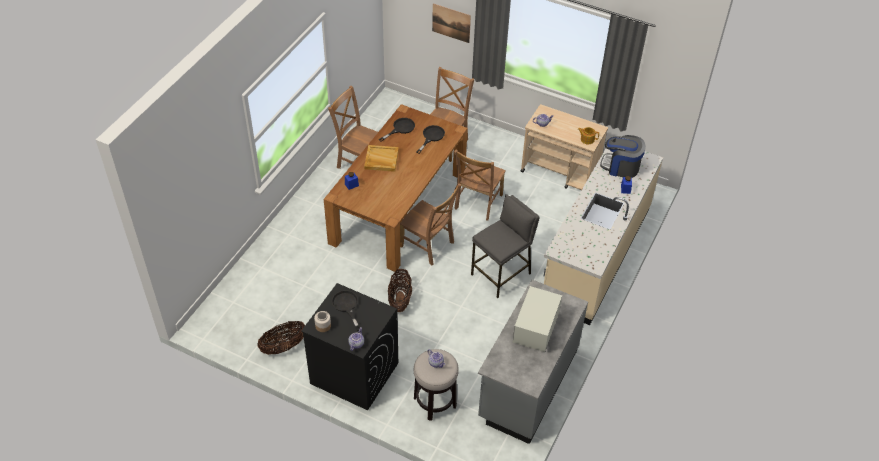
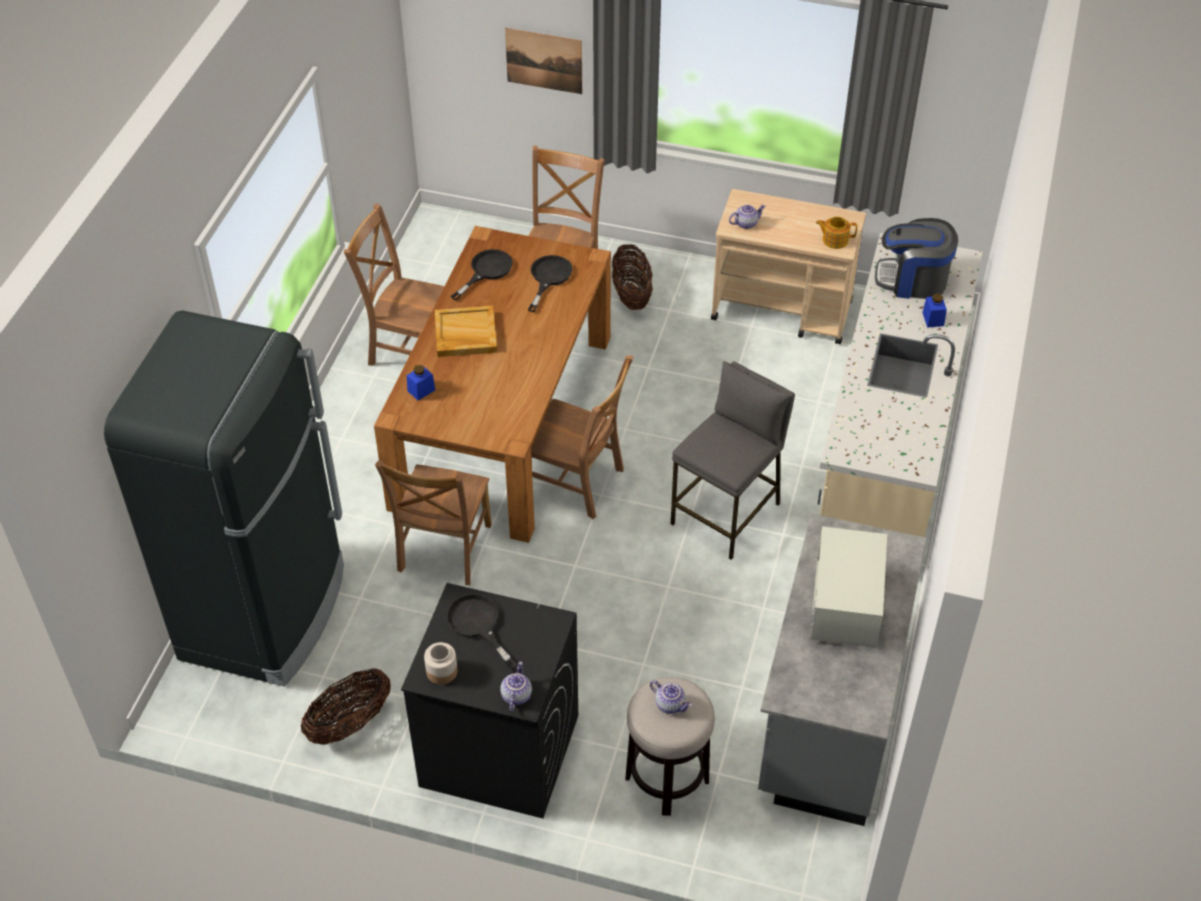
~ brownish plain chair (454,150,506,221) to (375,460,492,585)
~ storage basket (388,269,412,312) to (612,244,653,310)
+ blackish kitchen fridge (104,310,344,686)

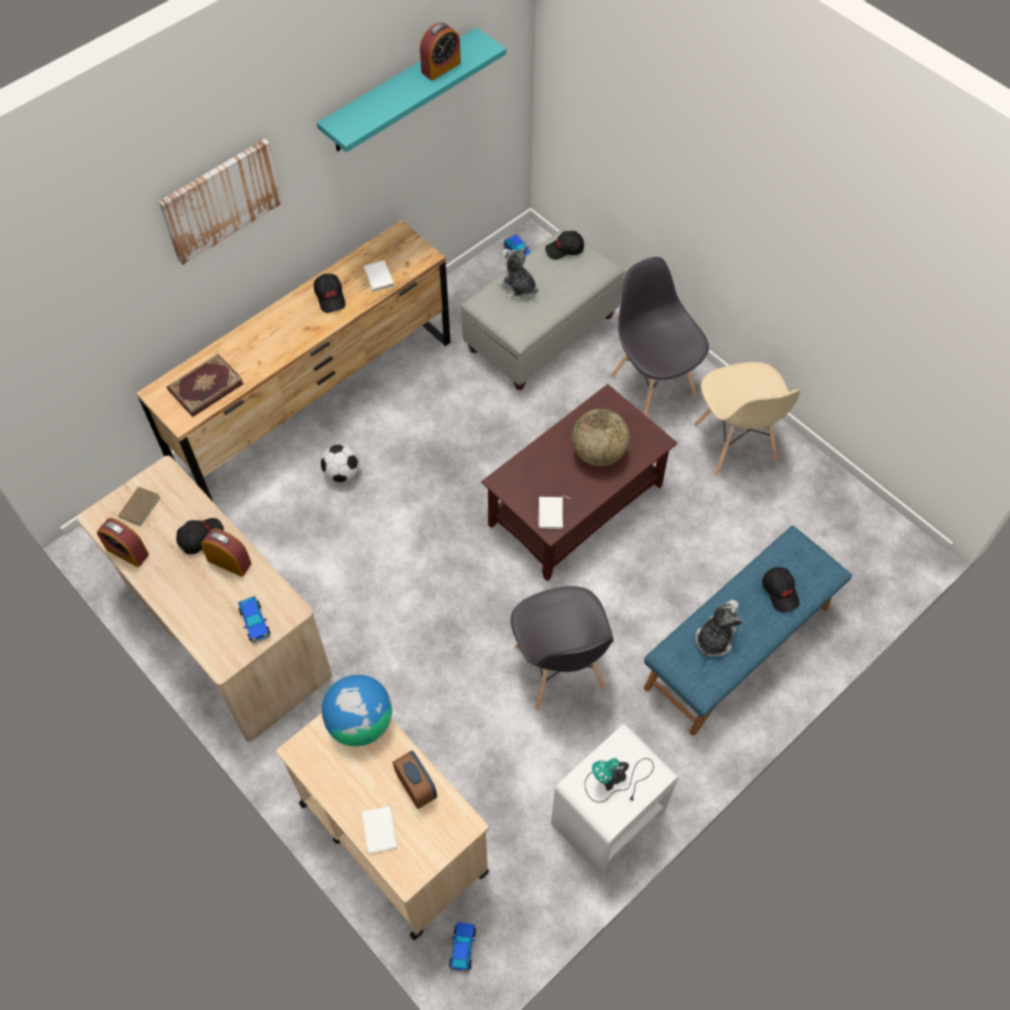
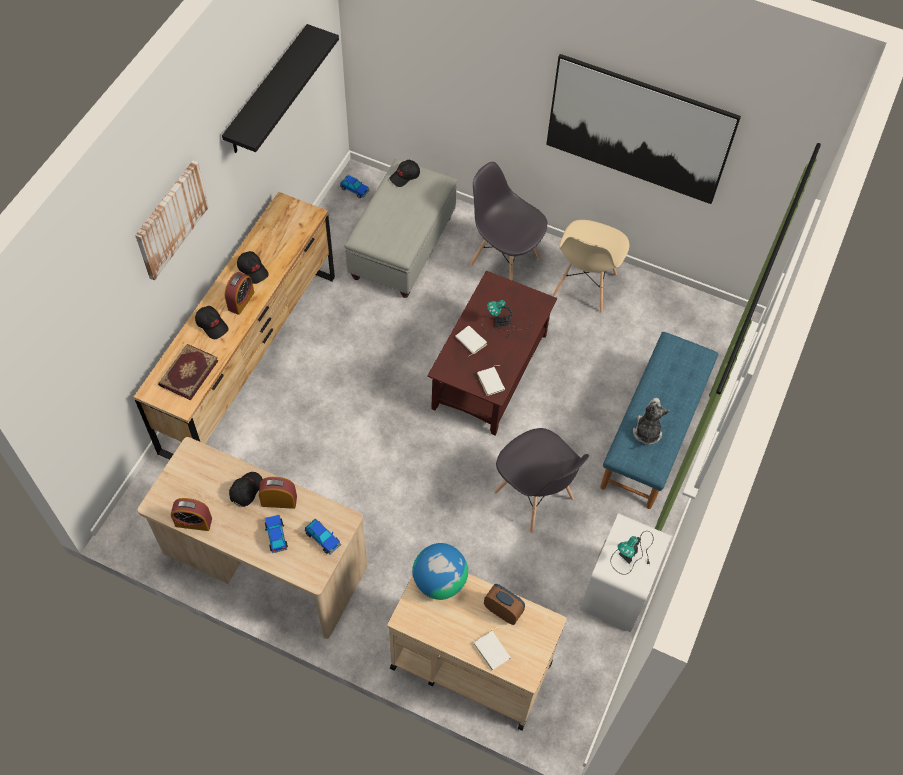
~ alarm clock (420,22,461,81) to (225,272,254,315)
~ blue-green wall shelf (317,27,506,152) to blackish wall shelf (222,24,339,153)
- soft toy (498,246,538,300)
~ whitish bound book (364,260,394,292) to (456,326,487,356)
~ beige plain chair (694,362,801,476) = (552,220,629,313) 60 degrees clockwise
~ desk globe (572,409,629,466) to table lamp (482,300,531,338)
- football (321,444,360,483)
- brownish bound book (112,487,160,526)
~ blackish peaked cap (762,567,800,612) to (195,306,228,339)
~ miniature car (449,921,476,972) to (265,515,288,553)
+ wall picture (546,54,741,204)

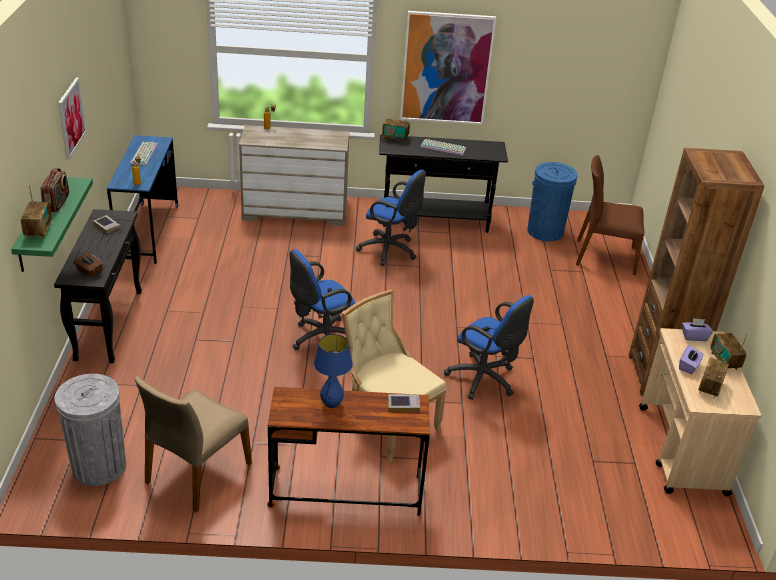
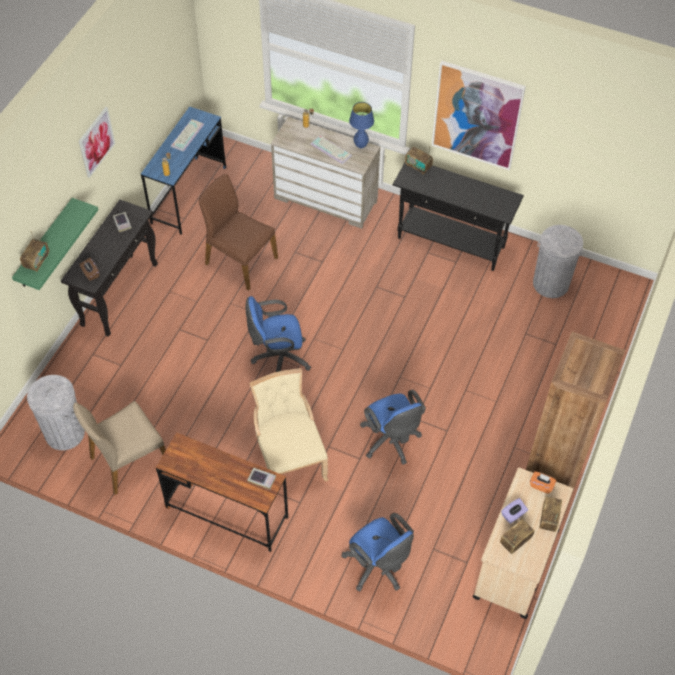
~ PC keyboard (421,139,466,155) to (311,135,352,164)
~ brownish plain chair (576,155,644,275) to (199,174,278,290)
~ blue rubbish bin (527,162,578,241) to greyish rubbish bin (533,225,583,298)
- radio (41,168,69,212)
~ blue desk chair (356,170,426,266) to (341,513,414,591)
~ purple-coloured tissue holder (682,318,713,341) to orange-coloured tissue holder (530,471,556,494)
~ blue table lamp (314,334,353,408) to (349,102,374,148)

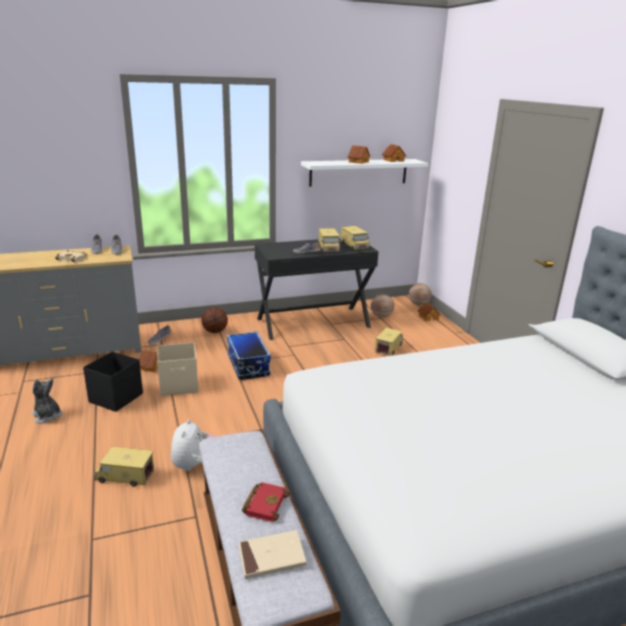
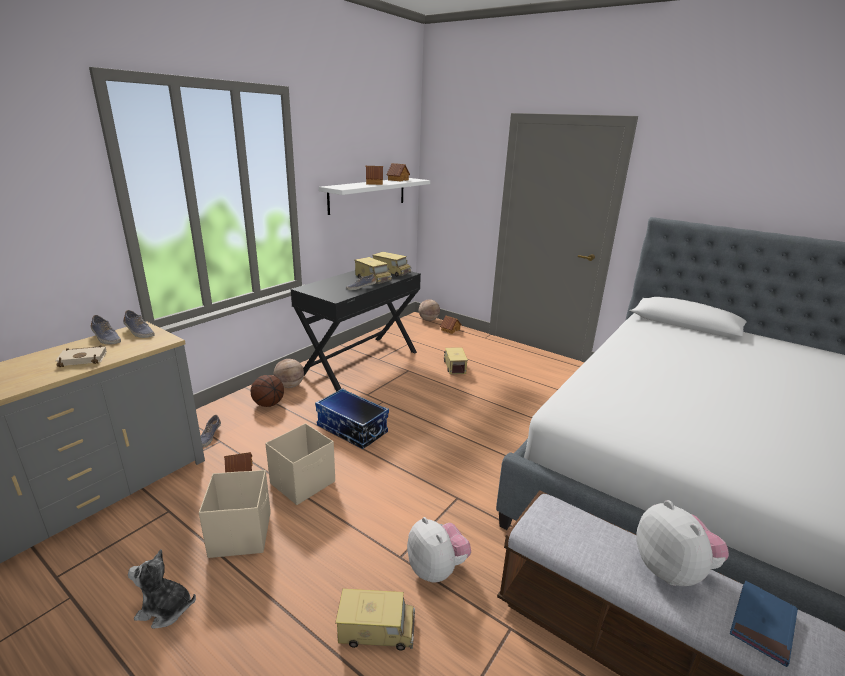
~ basketball ball (371,294,394,318) to (274,359,304,388)
~ blackish storage box (83,351,143,412) to beige storage box (199,470,271,558)
~ toy truck (93,447,154,487) = (335,589,415,651) 150 degrees counterclockwise
~ red-coloured bound book (242,482,290,522) to soft toy (636,500,729,586)
~ beige bound book (239,530,307,579) to blue bound book (730,581,798,667)

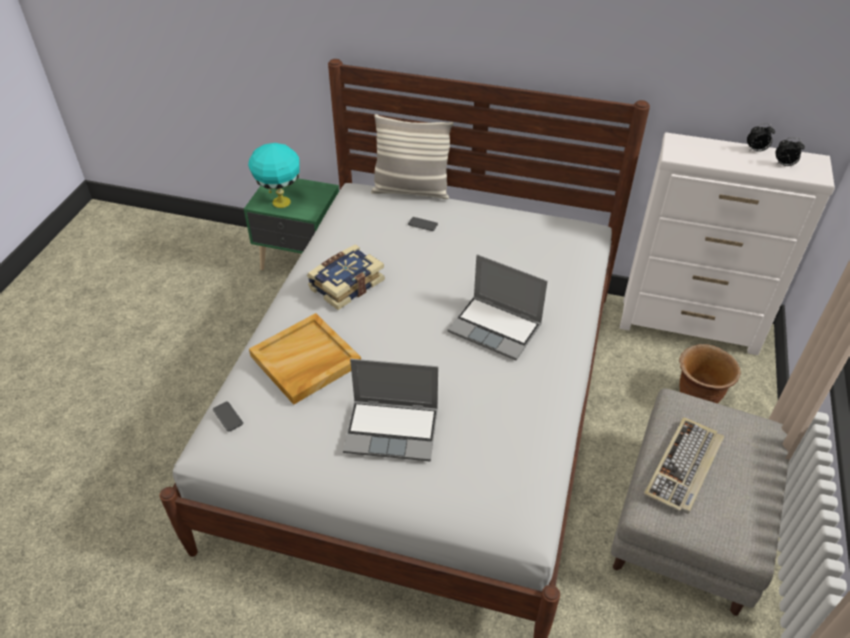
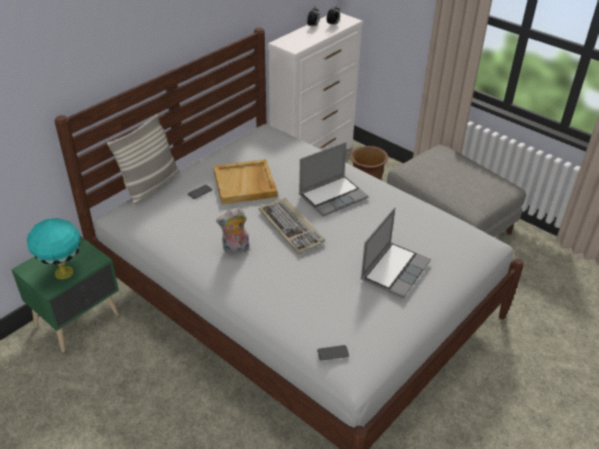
~ bound book (307,244,385,310) to soft toy (216,208,250,254)
~ beige tray (249,313,361,405) to (213,159,277,205)
~ PC keyboard (644,417,724,514) to (258,198,325,254)

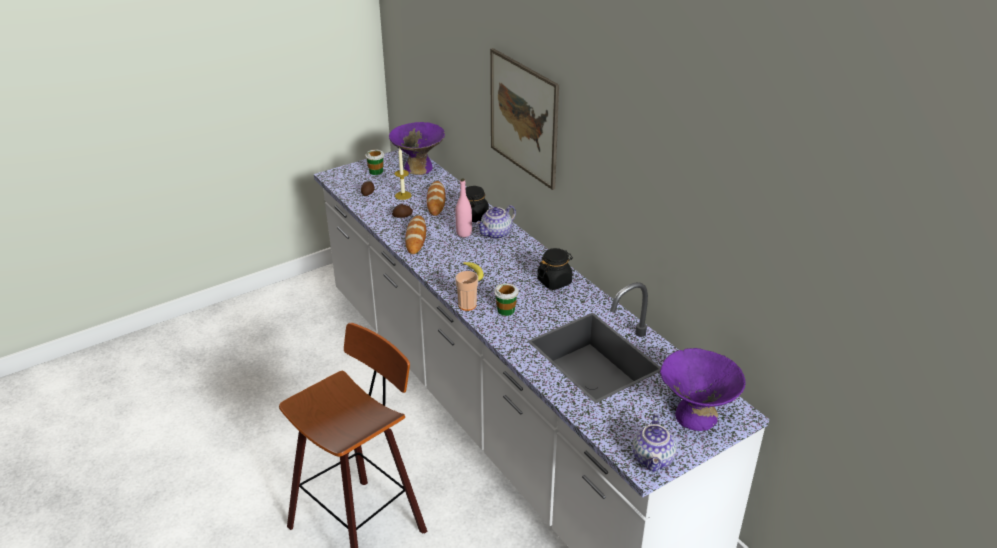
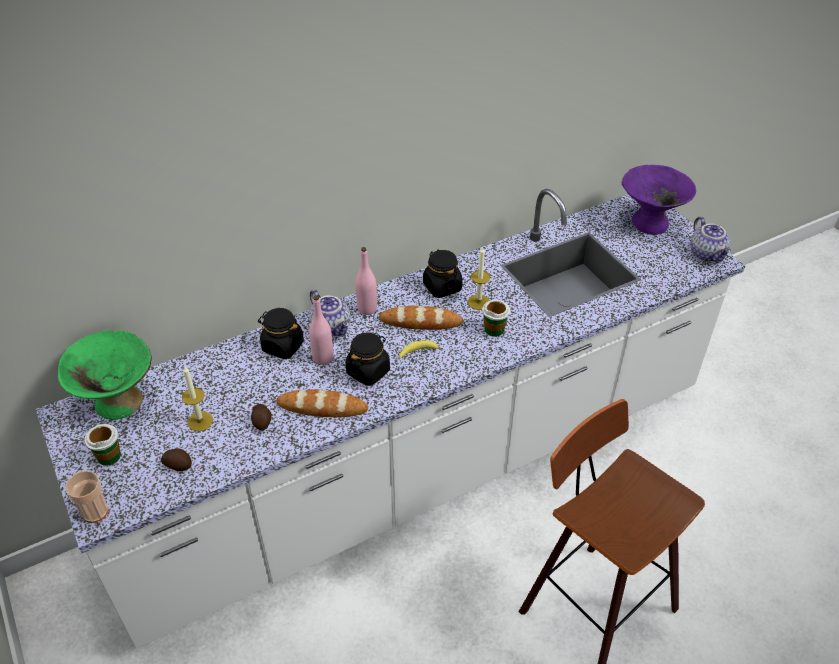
- wall picture (490,48,559,190)
~ purple-coloured deep dish (389,122,445,175) to green deep dish (58,330,152,420)
~ baked bread (427,181,446,216) to (379,306,464,330)
~ cup (455,271,478,311) to (65,471,108,523)
~ pot for tea (633,414,677,472) = (690,216,731,263) 60 degrees clockwise
+ wax candle (468,246,490,310)
+ pinkish drink bottle (355,247,377,315)
+ blackish jar (346,332,390,386)

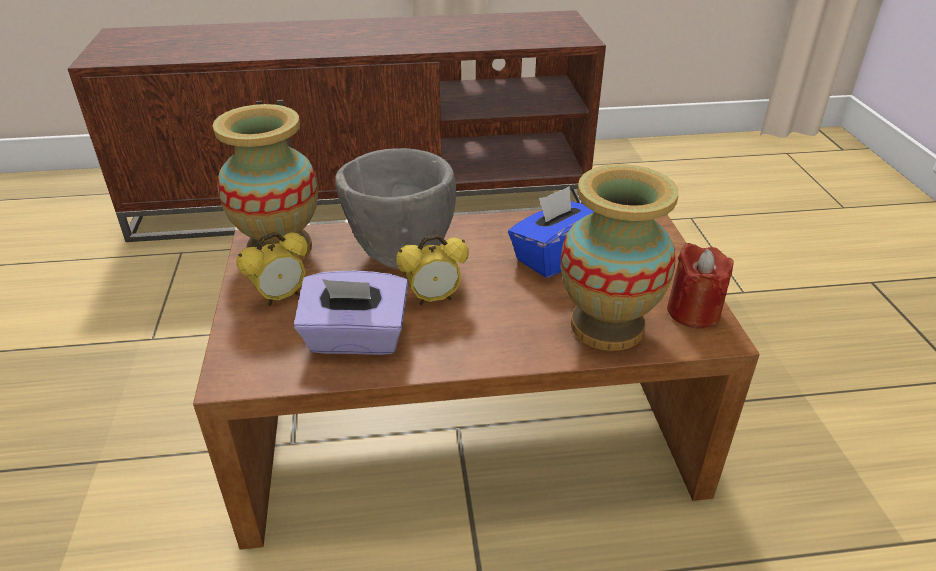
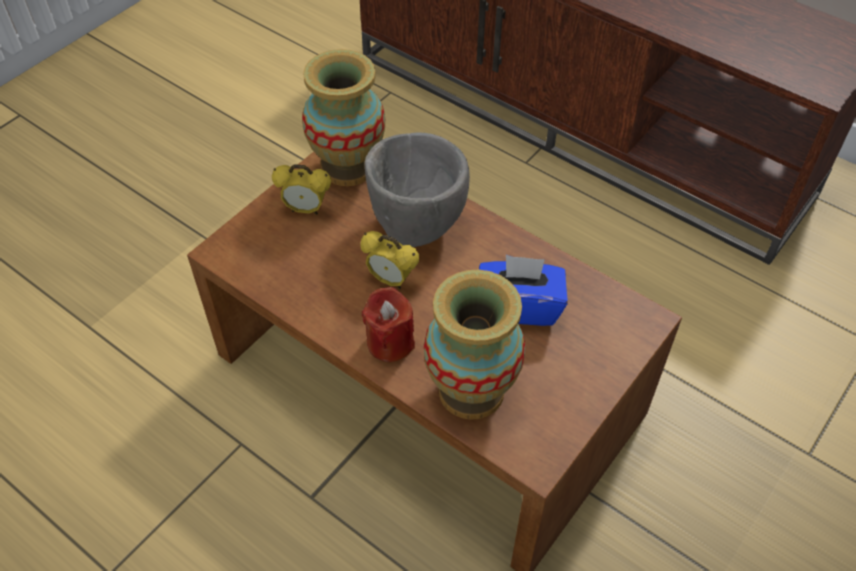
~ red-coloured wax candle (667,243,734,329) to (362,287,415,362)
- purple-coloured tissue holder (294,270,408,355)

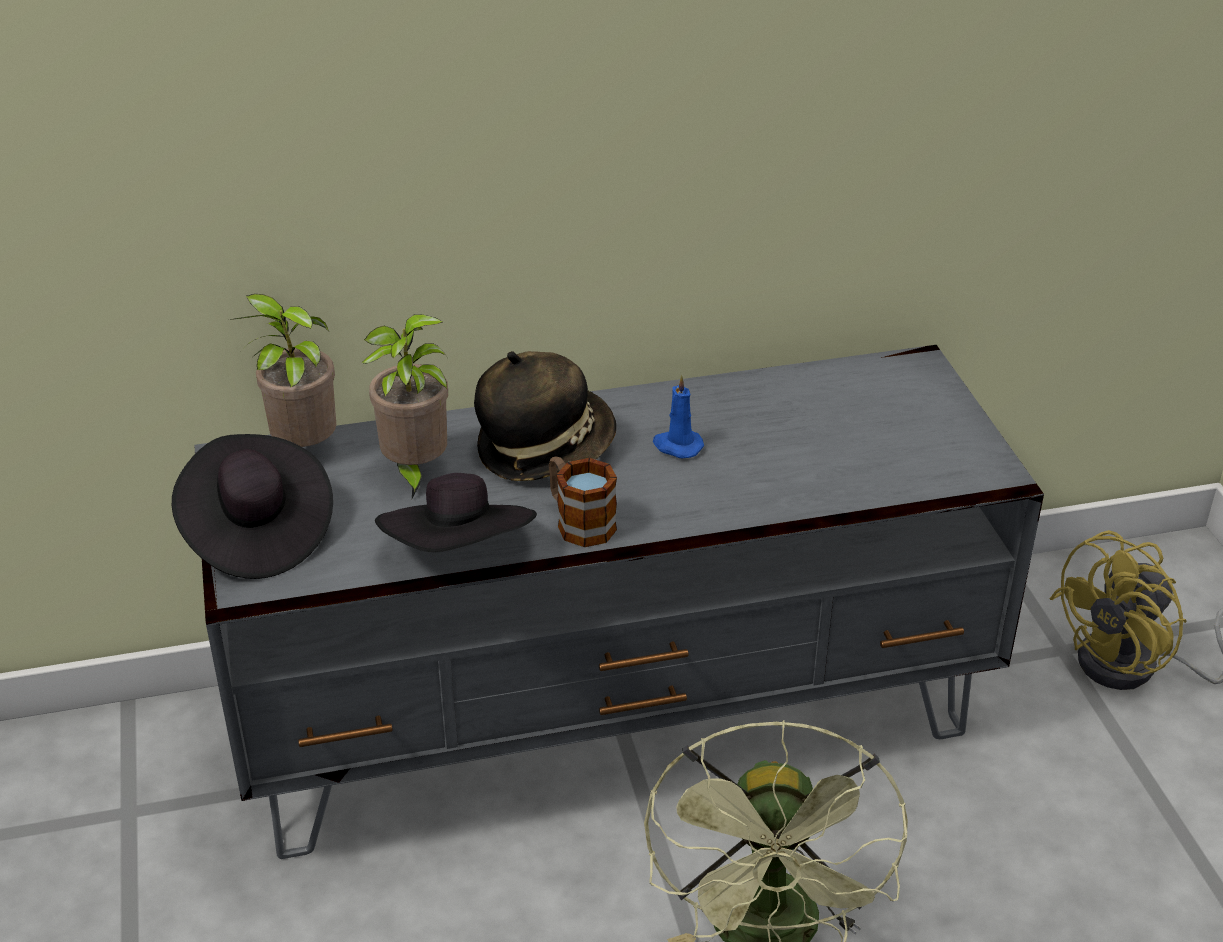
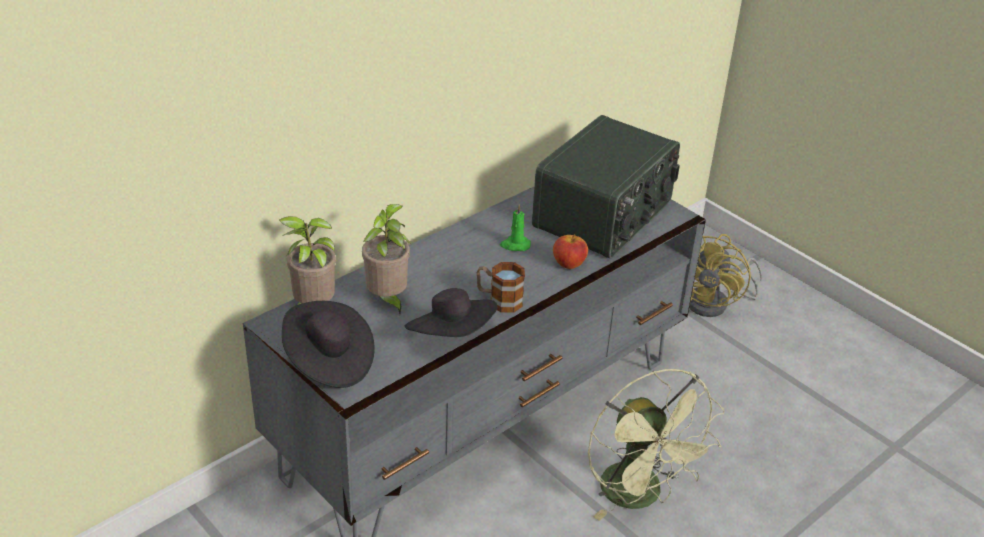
- wearable hat (474,351,616,481)
~ blue wax candle (653,375,704,458) to green wax candle (500,204,531,251)
+ radio (532,115,680,259)
+ apple (553,235,588,269)

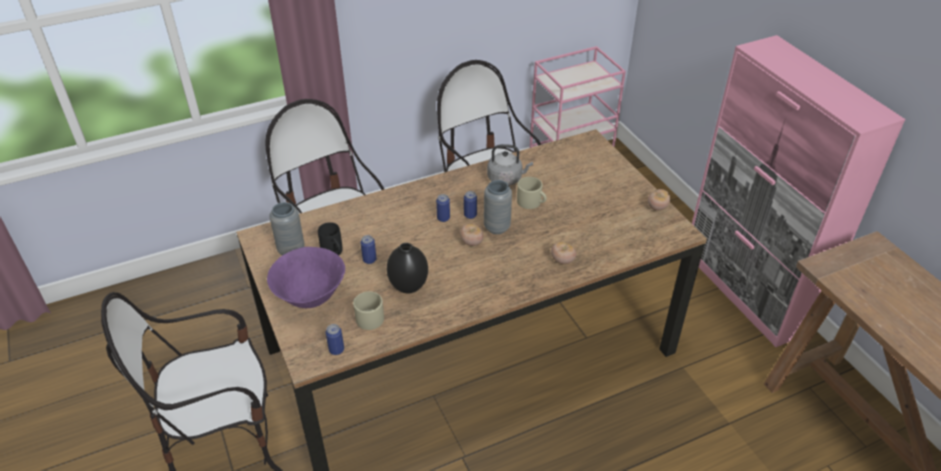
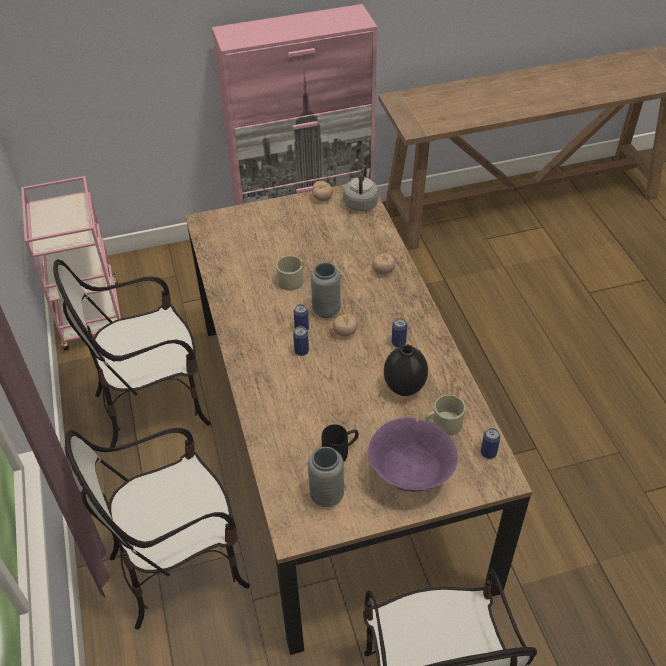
~ greyish water kettle (487,144,533,186) to (344,165,379,211)
~ sealed can (360,235,377,264) to (392,318,407,347)

